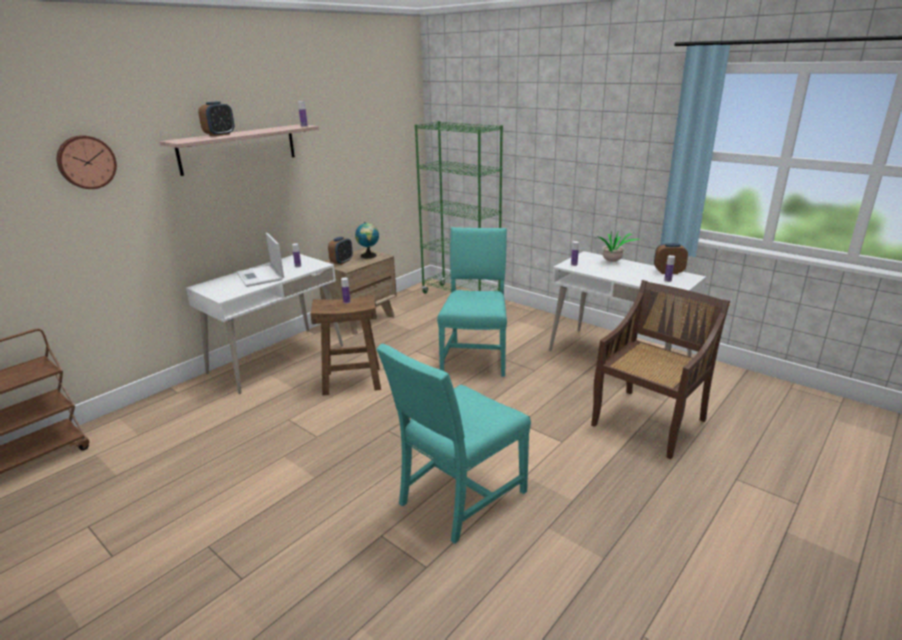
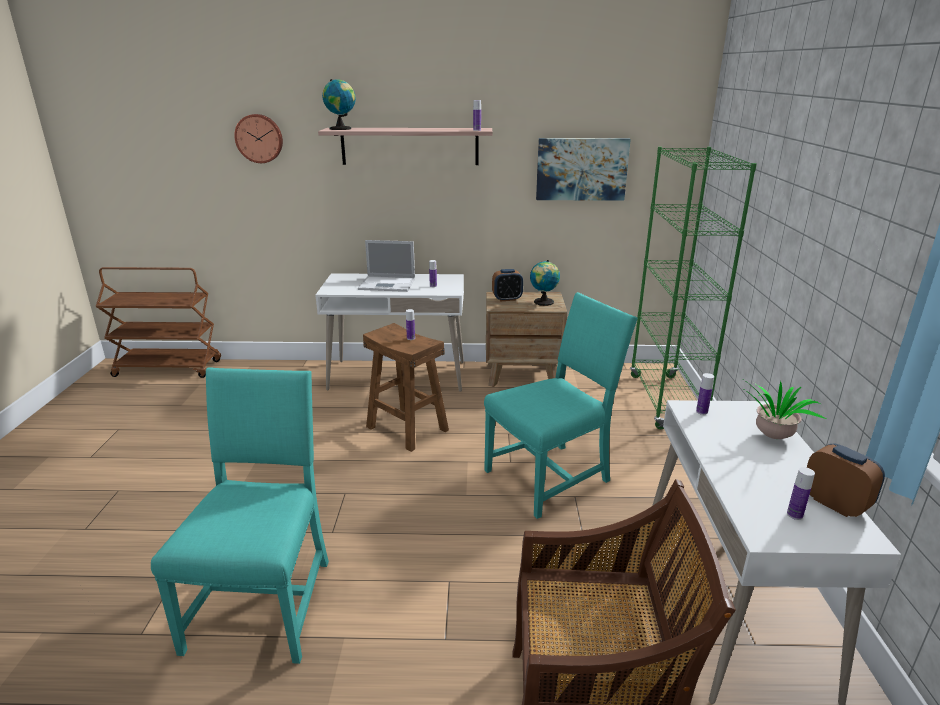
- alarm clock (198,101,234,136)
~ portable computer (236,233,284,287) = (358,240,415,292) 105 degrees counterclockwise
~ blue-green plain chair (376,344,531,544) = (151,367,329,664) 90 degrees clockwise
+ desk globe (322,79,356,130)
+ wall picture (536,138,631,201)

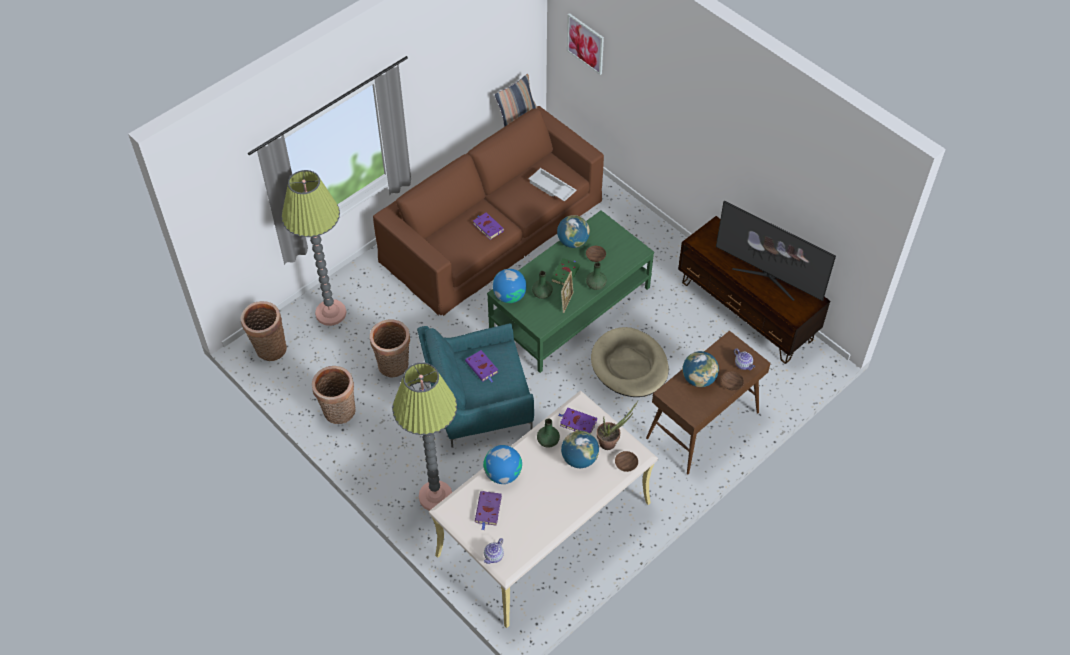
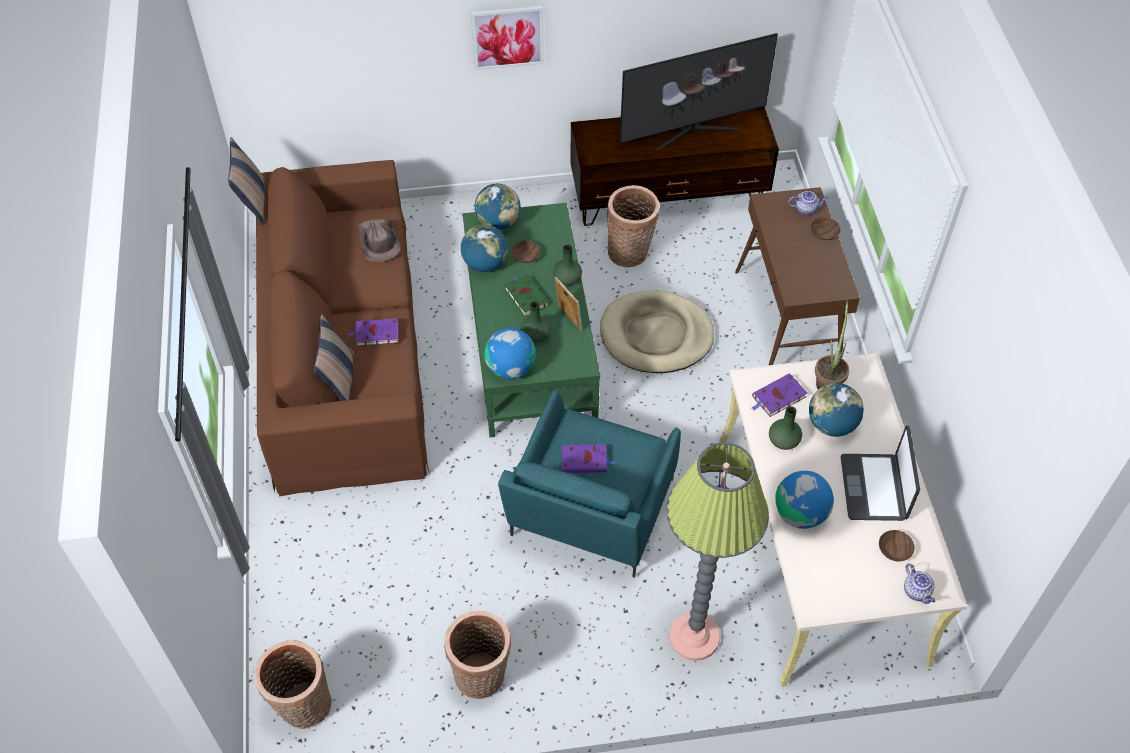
~ wall picture (567,13,604,75) to (471,6,544,70)
~ whitish tray (529,168,577,202) to brownish wearable hat (358,219,400,262)
- standing lamp (282,170,346,326)
~ storage basket (370,320,410,377) to (607,185,660,267)
~ desk globe (683,351,719,387) to (475,184,521,230)
~ brownish deep dish (615,451,638,472) to (879,530,915,561)
- purple-coloured bound book (475,491,502,530)
+ pillow (314,314,354,401)
+ portable computer (841,425,920,521)

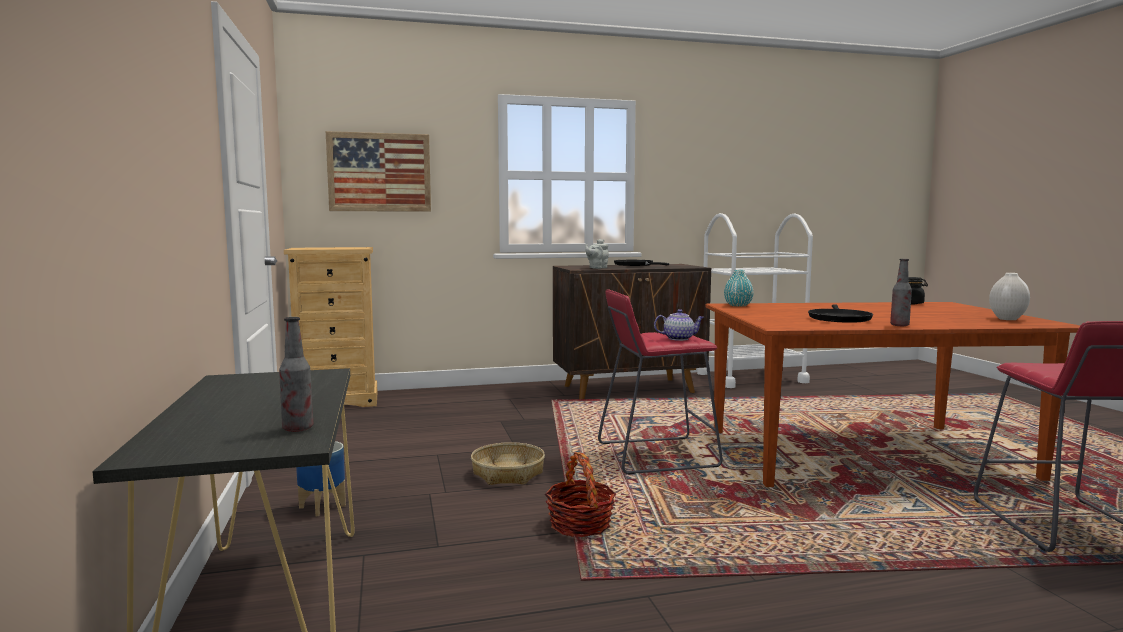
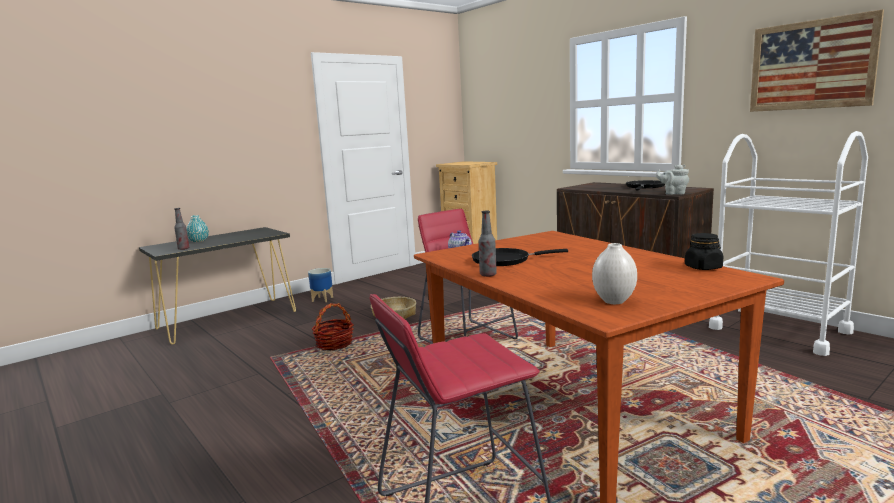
~ wall picture (326,131,431,212) to (750,9,884,112)
~ greyish pot for tea (585,239,609,269) to (656,164,689,195)
~ blue-green decorative vase (724,270,754,307) to (187,215,209,242)

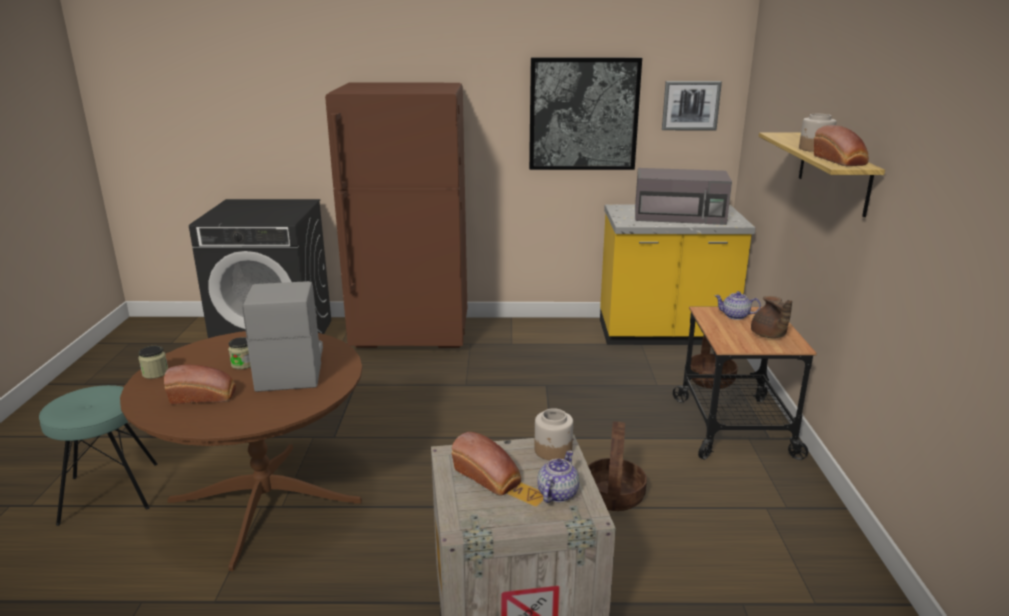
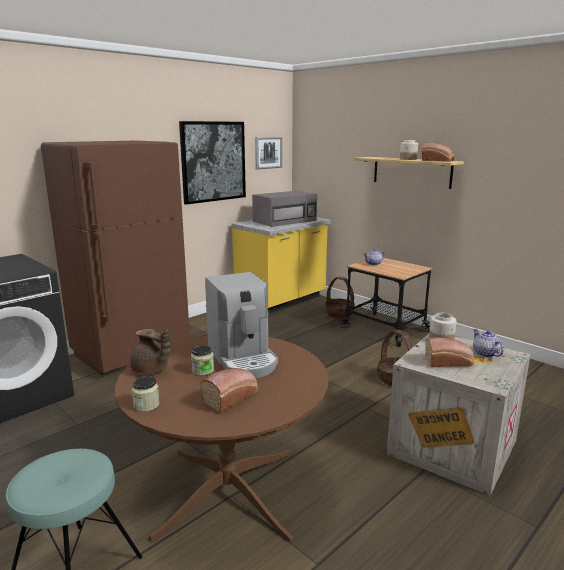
~ coffee brewer (242,281,323,392) = (205,272,278,378) 150 degrees counterclockwise
~ brownish pot for tea (751,296,792,338) to (130,329,170,374)

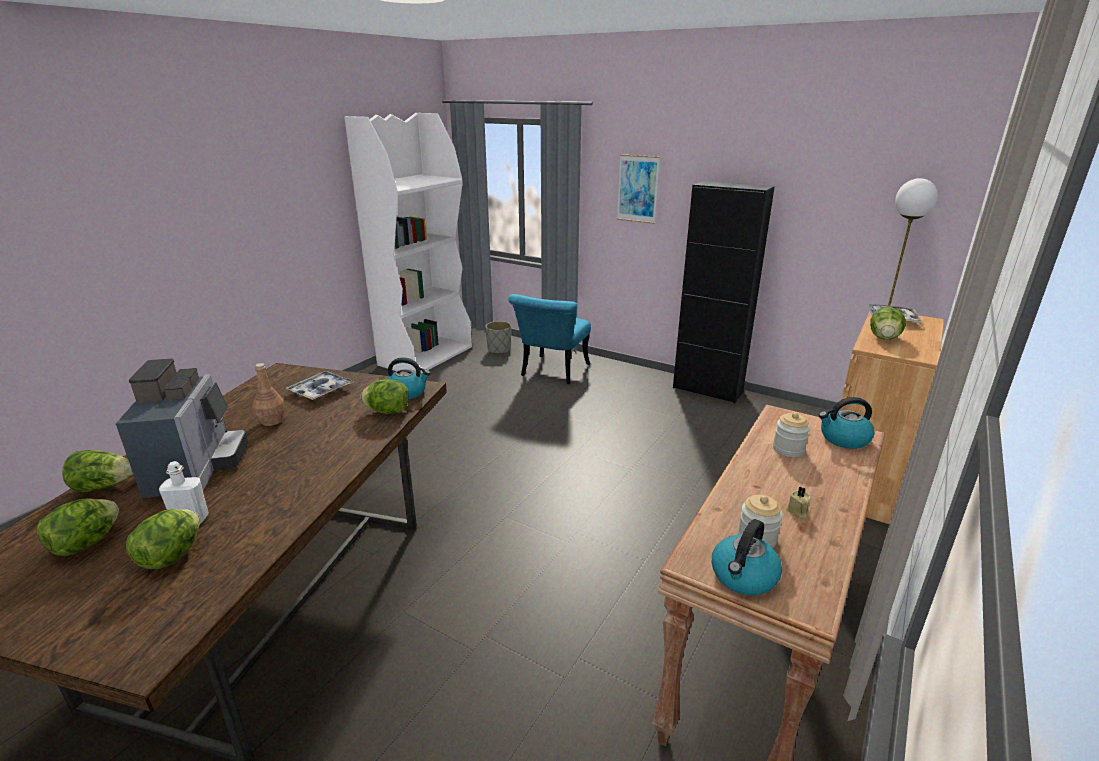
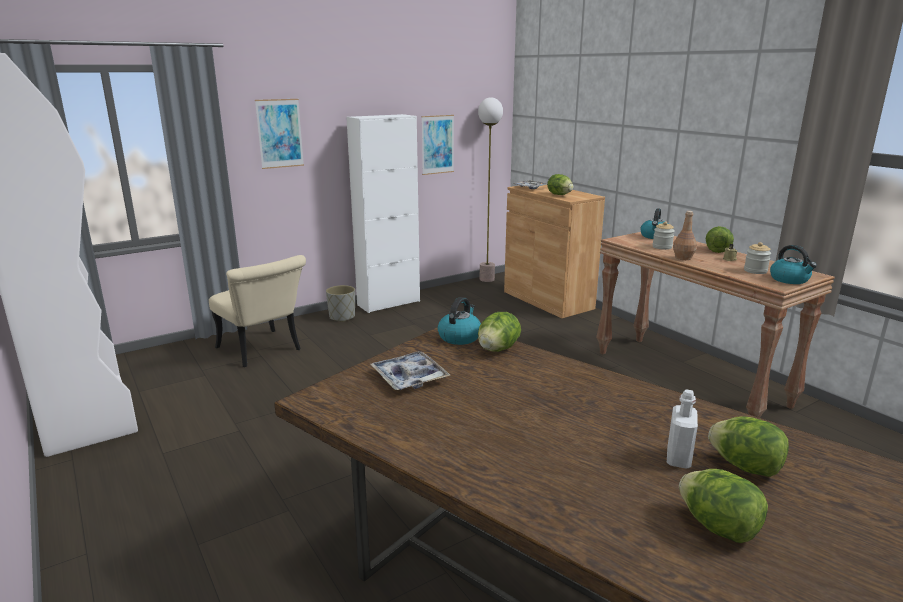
~ blackish cupboard (673,181,775,403) to whitish cupboard (346,114,420,313)
~ blue-green plain chair (508,294,591,384) to beige plain chair (209,255,306,367)
~ greyish plant pot (485,321,511,354) to (326,285,355,322)
- coffee brewer (116,359,248,498)
~ brownish drink bottle (253,363,285,426) to (673,211,697,260)
~ head of lettuce (62,450,133,492) to (706,226,734,253)
+ wall picture (421,115,454,175)

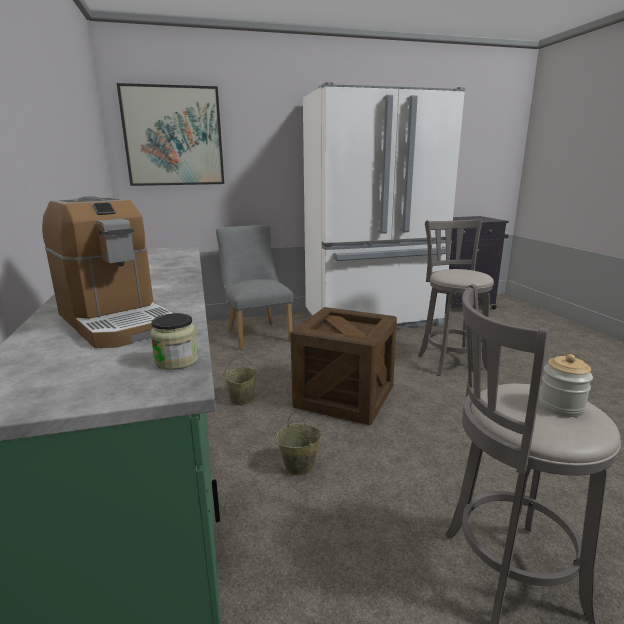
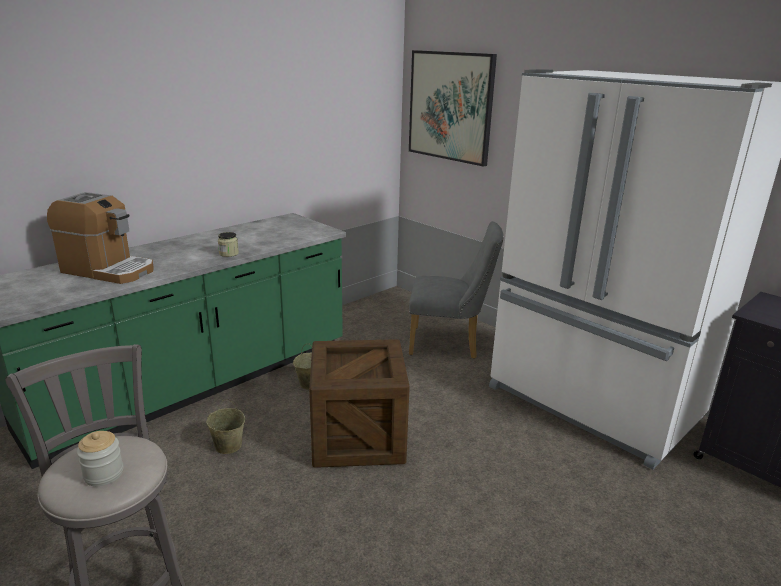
~ coffee brewer (42,196,173,348) = (47,192,154,284) 90 degrees counterclockwise
- greyish sitting stool (418,219,494,376)
~ greyish plain chair (216,225,294,350) = (409,221,504,359) 60 degrees clockwise
~ jar (150,313,198,370) to (218,232,239,257)

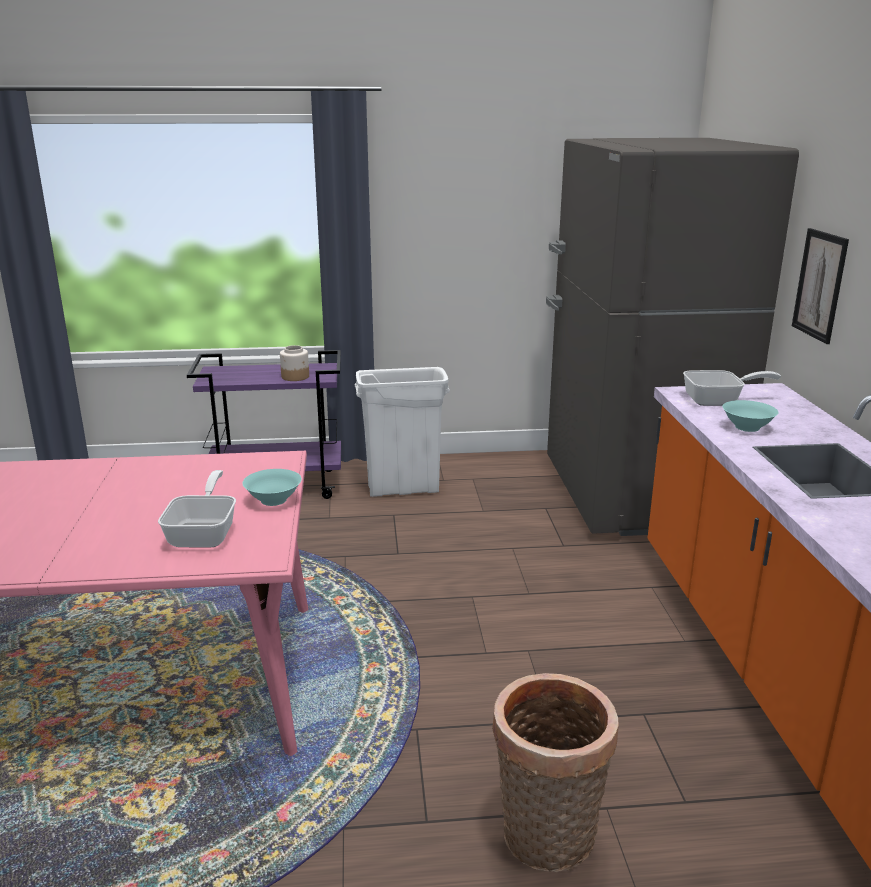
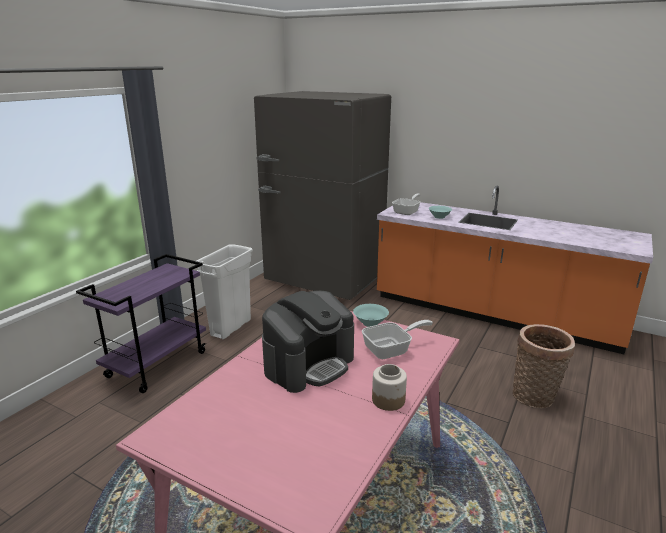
- wall picture (792,228,849,344)
~ jar (280,345,309,381) to (372,364,407,411)
~ skillet (158,470,236,547) = (362,320,433,359) 120 degrees clockwise
+ coffee brewer (262,291,354,393)

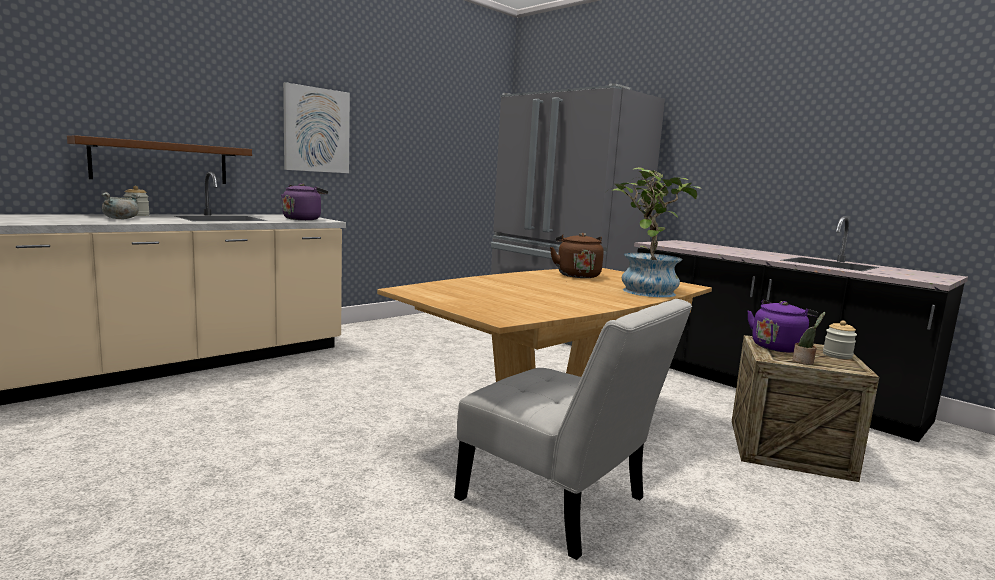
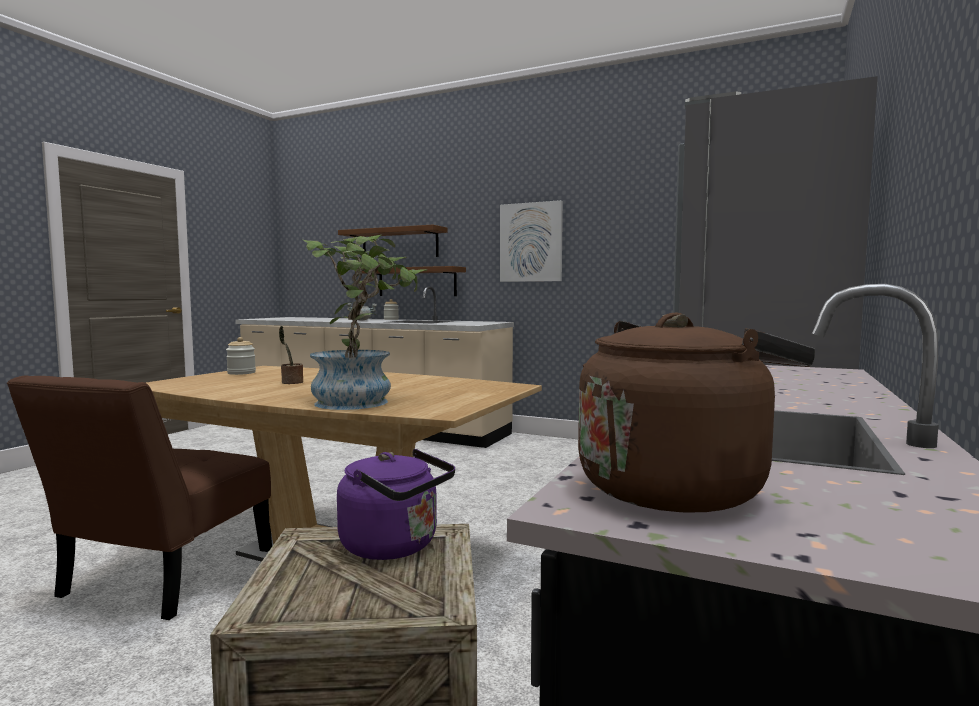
- purple-coloured water kettle (281,183,328,220)
~ brownish water kettle (550,233,604,278) to (578,312,815,512)
~ whitish plain chair (454,299,692,560) to brownish plain chair (7,375,272,620)
~ houseplant (793,312,825,365) to (279,326,303,384)
~ jar (823,321,857,359) to (226,337,256,375)
+ brownish wall shelf (338,225,448,257)

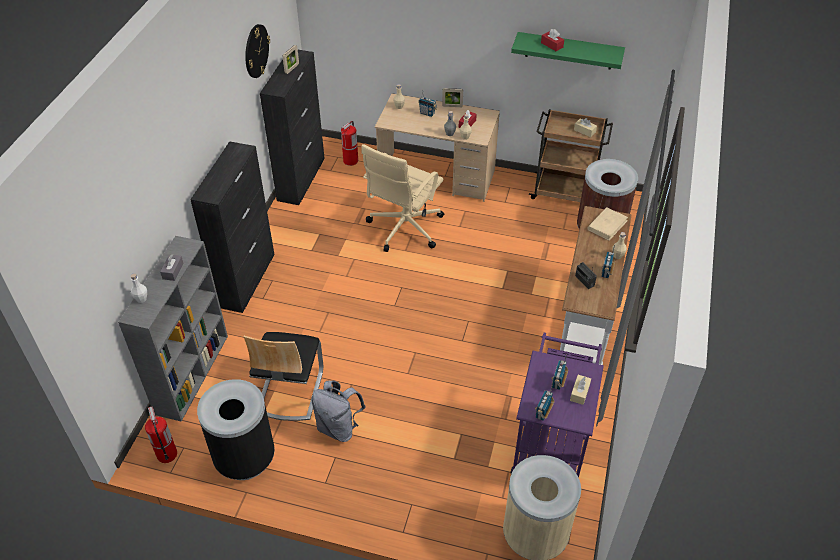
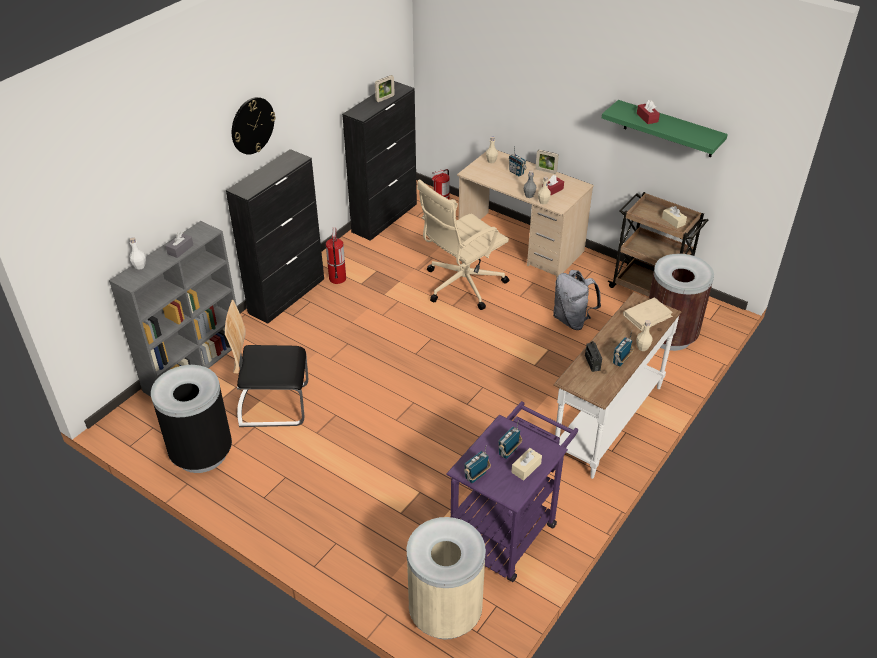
~ wall clock (245,24,270,78) to (232,97,276,155)
~ plain chair (243,332,323,421) = (225,300,308,427) 60 degrees clockwise
~ greyish knapsack (312,381,366,442) to (553,270,601,330)
~ fire extinguisher (145,406,177,463) to (326,228,346,284)

